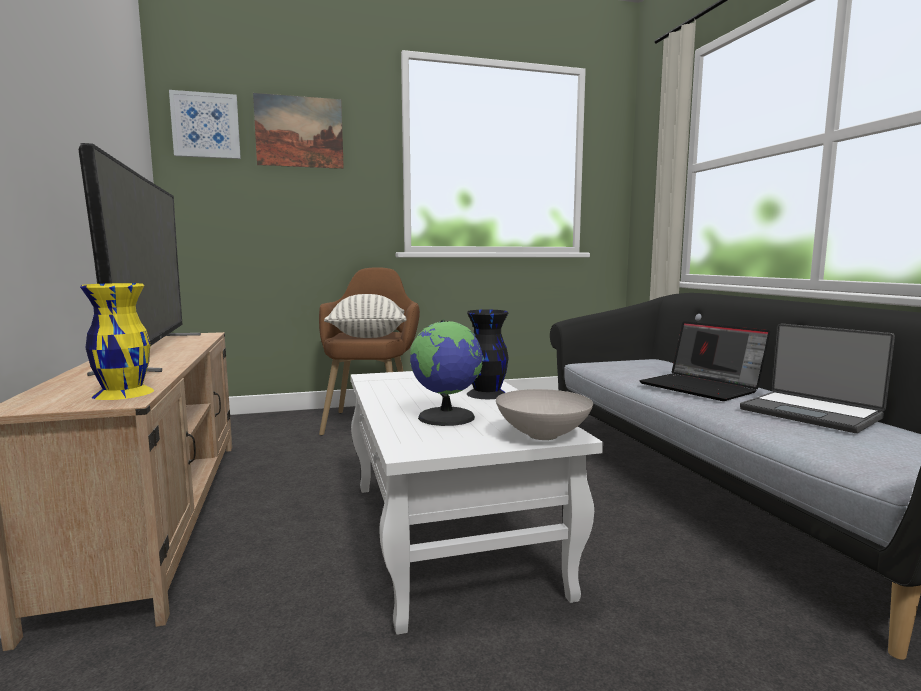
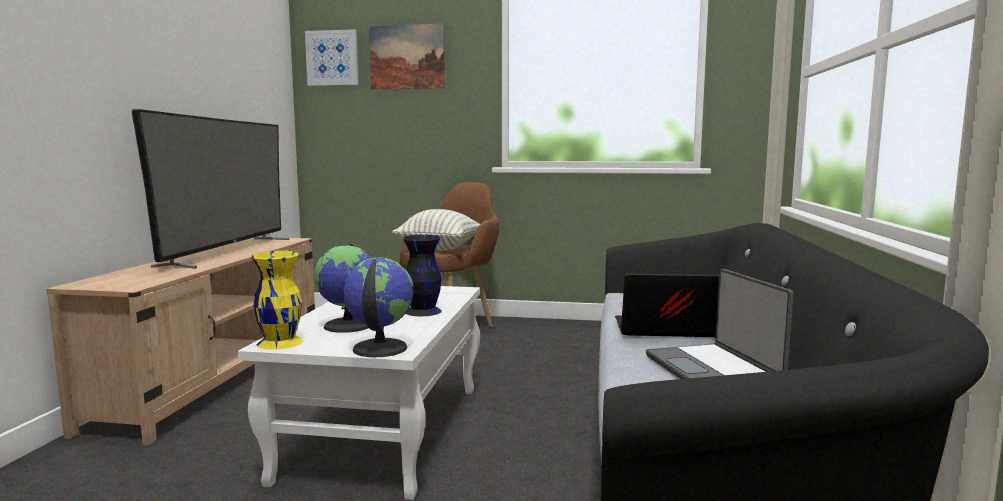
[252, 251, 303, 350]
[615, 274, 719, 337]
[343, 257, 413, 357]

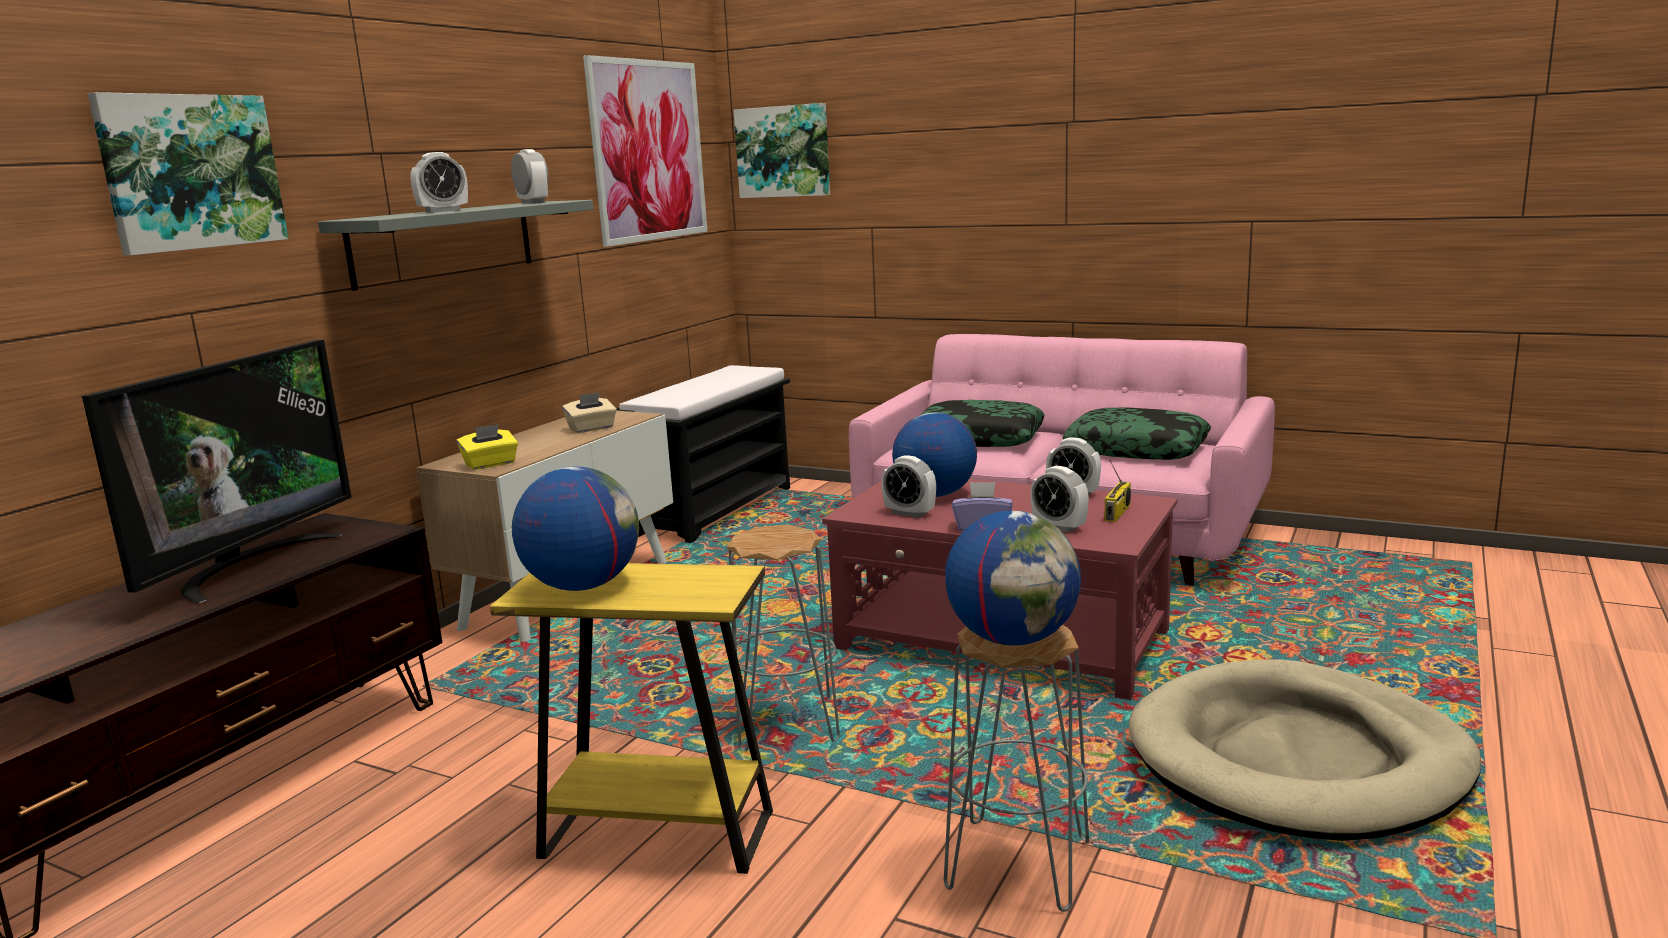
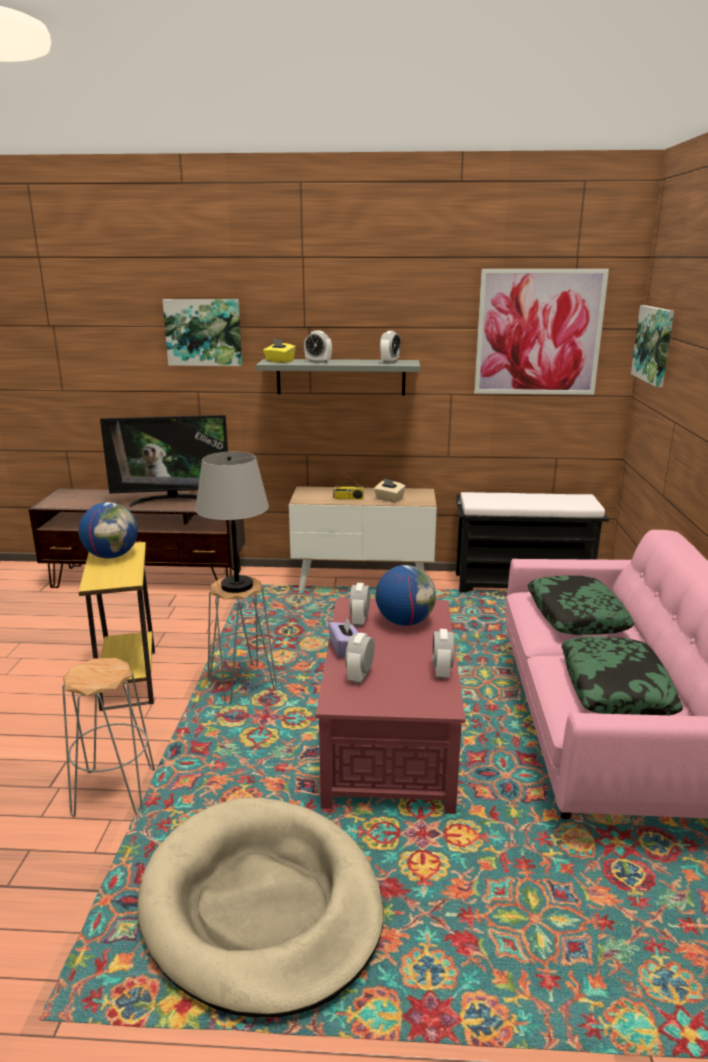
[263, 338, 296, 363]
[333, 472, 364, 500]
[945, 511, 1081, 646] (first image)
[195, 452, 269, 593]

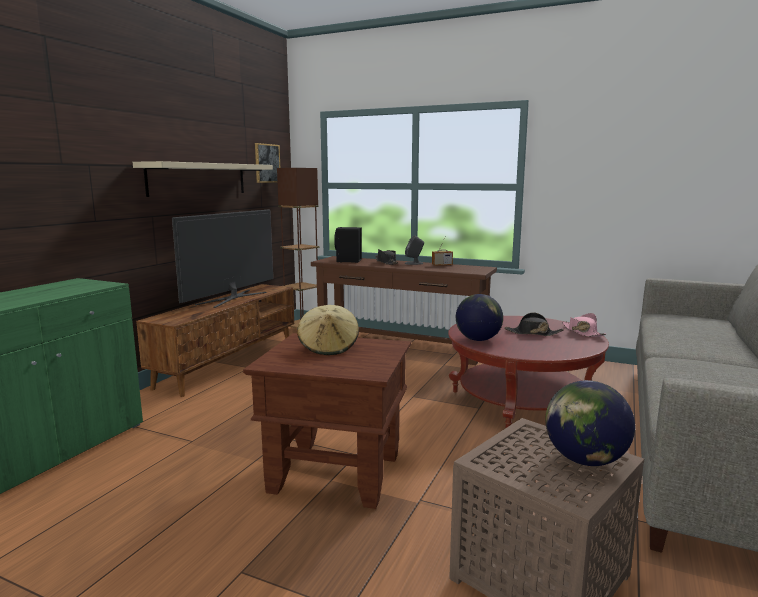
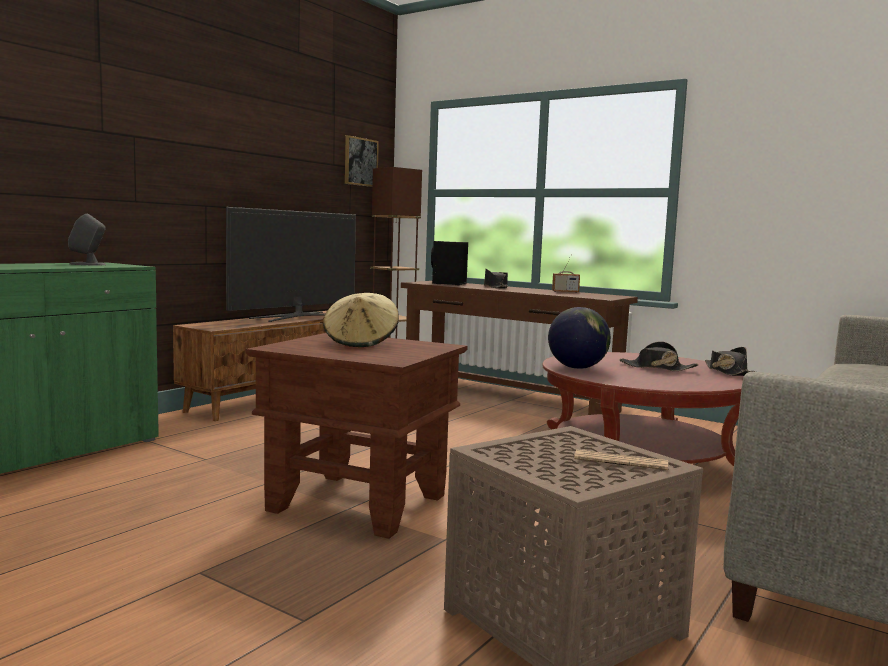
[133, 161, 273, 197] (first image)
[68, 214, 106, 266]
[705, 347, 756, 376]
[574, 450, 668, 470]

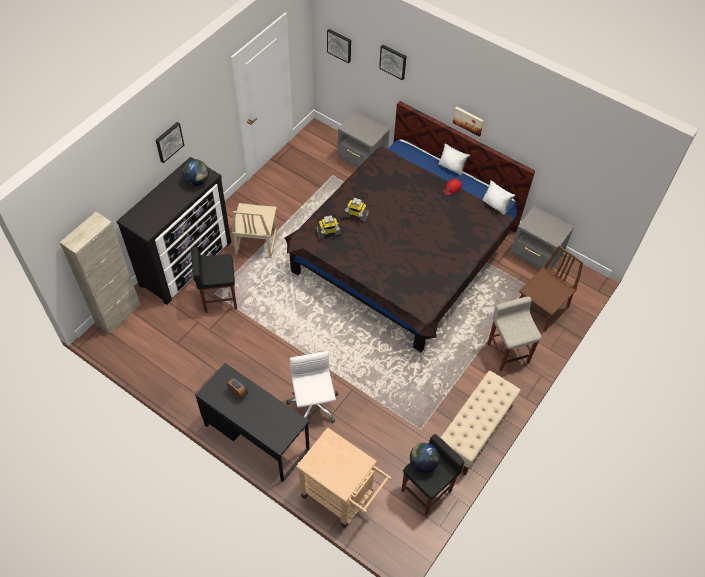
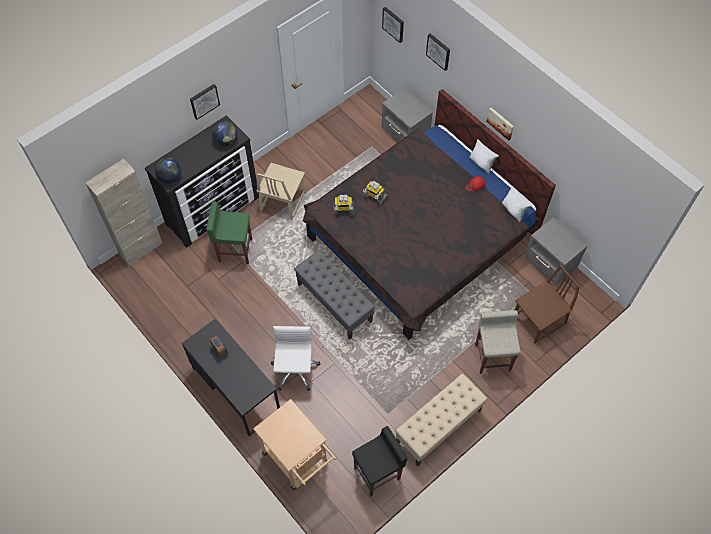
[206, 202, 252, 264]
[155, 158, 181, 184]
[294, 250, 375, 340]

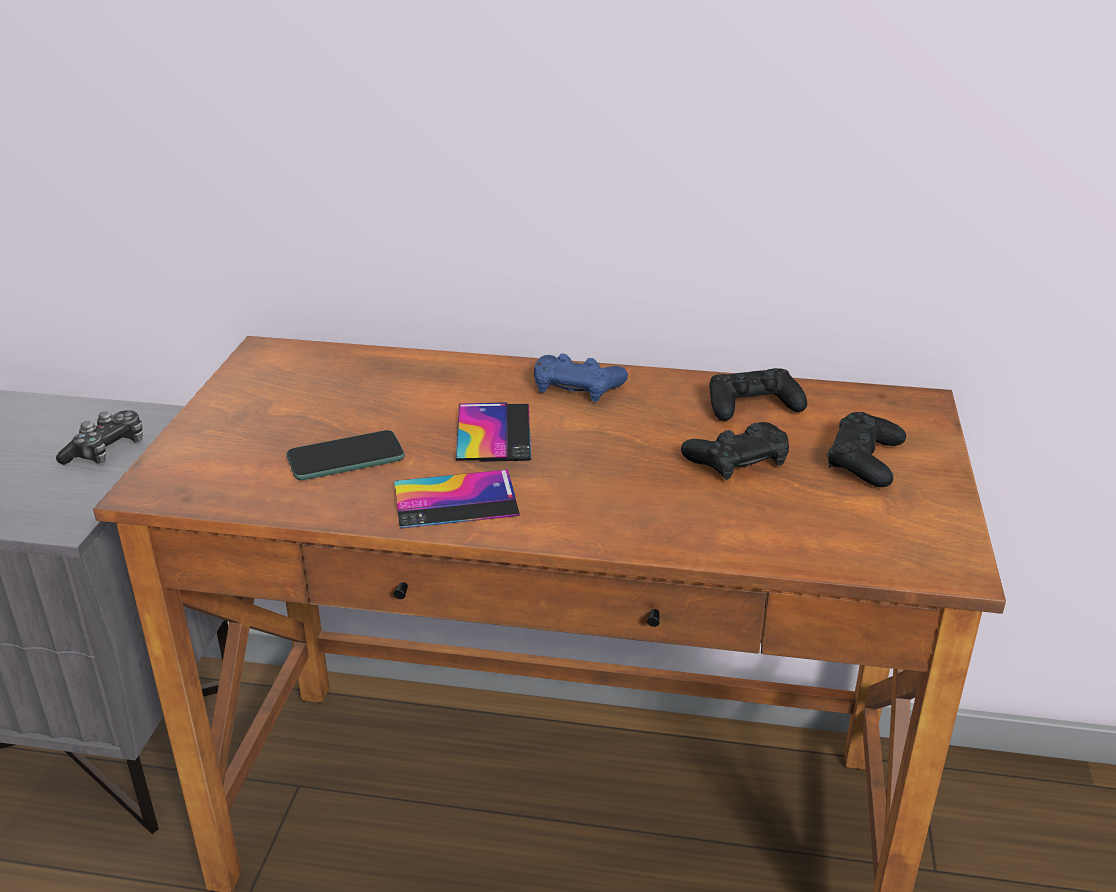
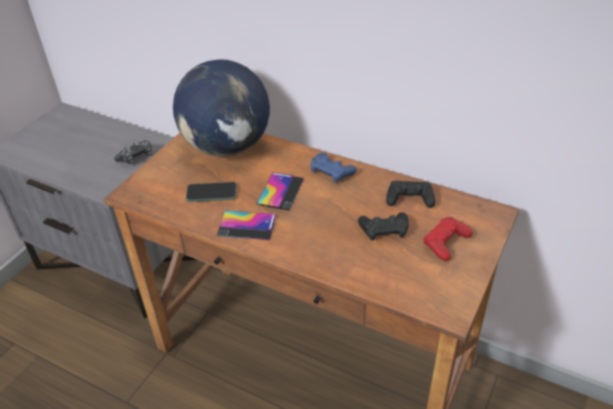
[424, 217, 473, 261]
[173, 59, 270, 157]

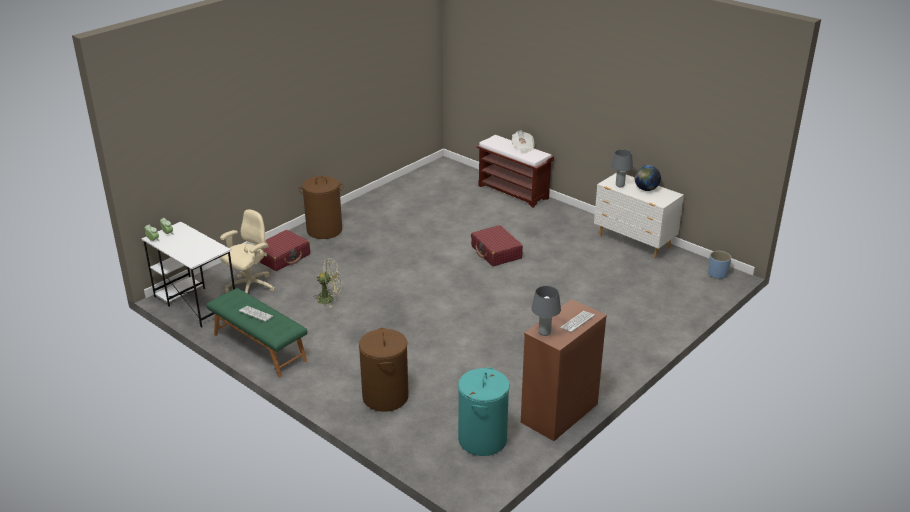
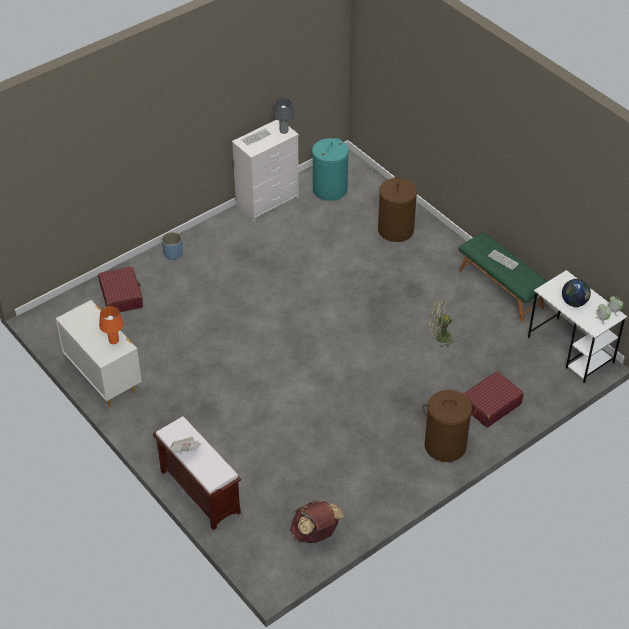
[99, 306, 124, 344]
[562, 279, 591, 307]
[220, 210, 275, 294] (first image)
[98, 266, 143, 312]
[162, 232, 182, 260]
[232, 120, 299, 222]
[290, 500, 344, 543]

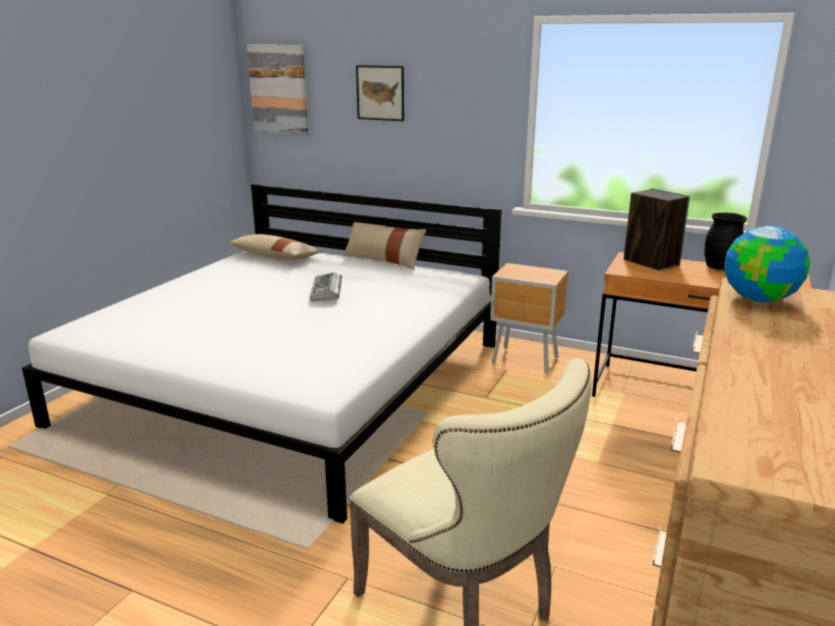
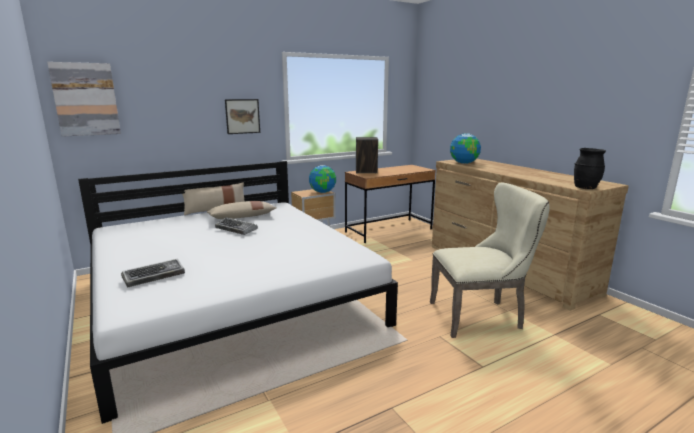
[225, 99, 260, 134]
[574, 148, 606, 189]
[207, 201, 277, 219]
[309, 165, 336, 193]
[121, 259, 185, 287]

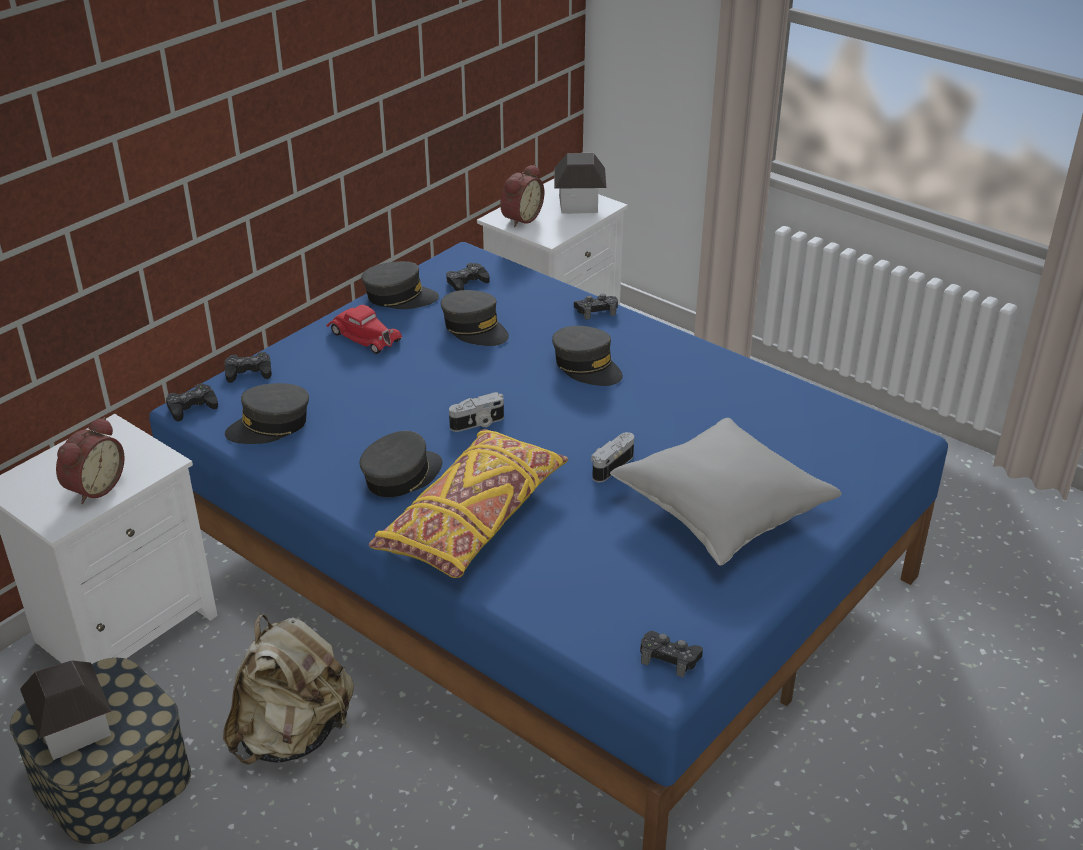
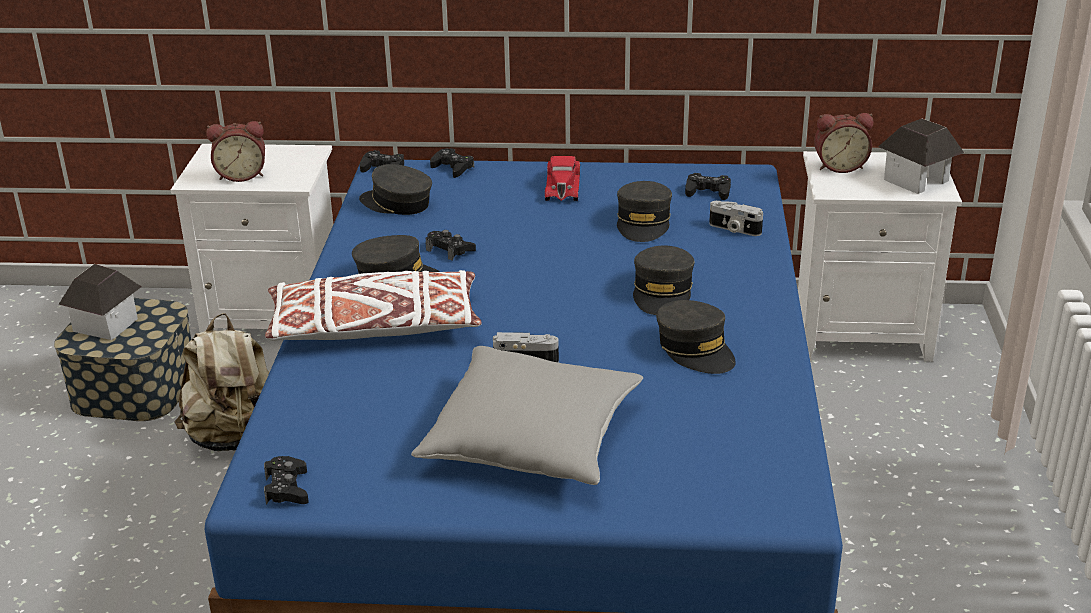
[656, 300, 736, 374]
[426, 230, 476, 261]
[709, 201, 763, 236]
[265, 270, 482, 341]

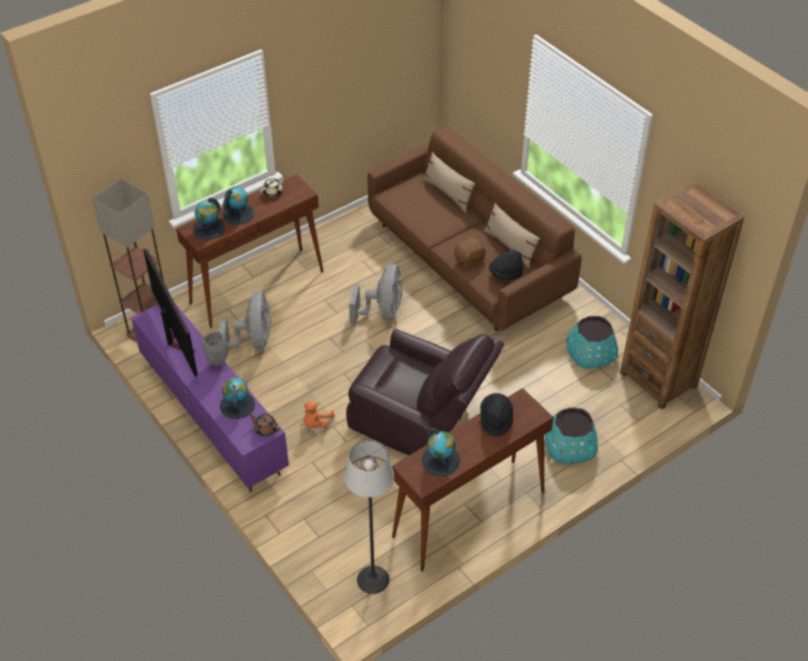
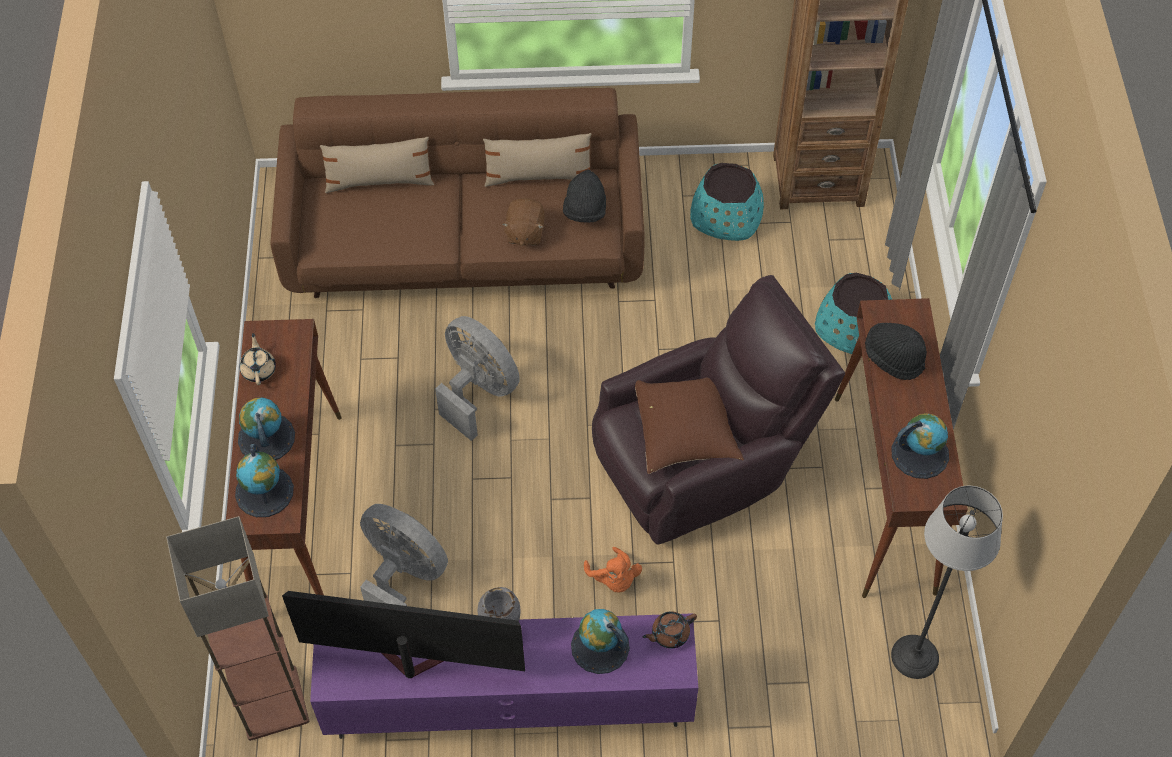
[635, 378, 744, 474]

